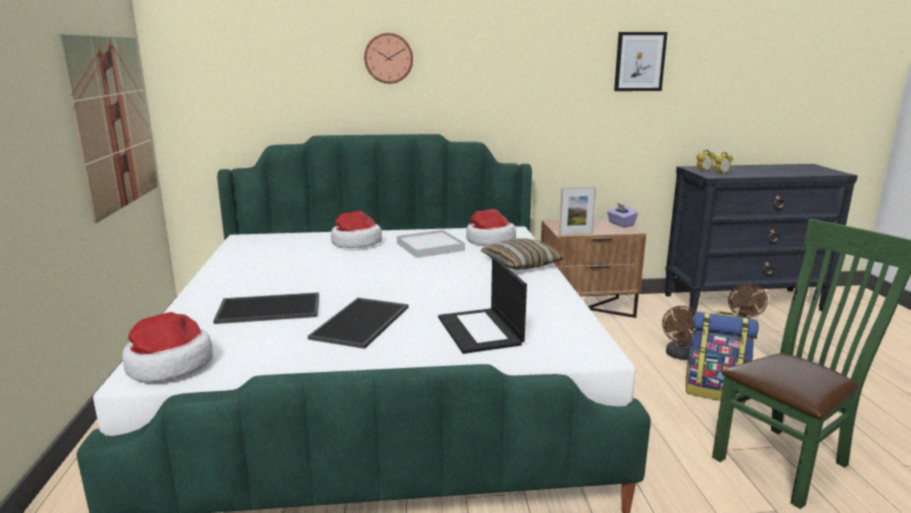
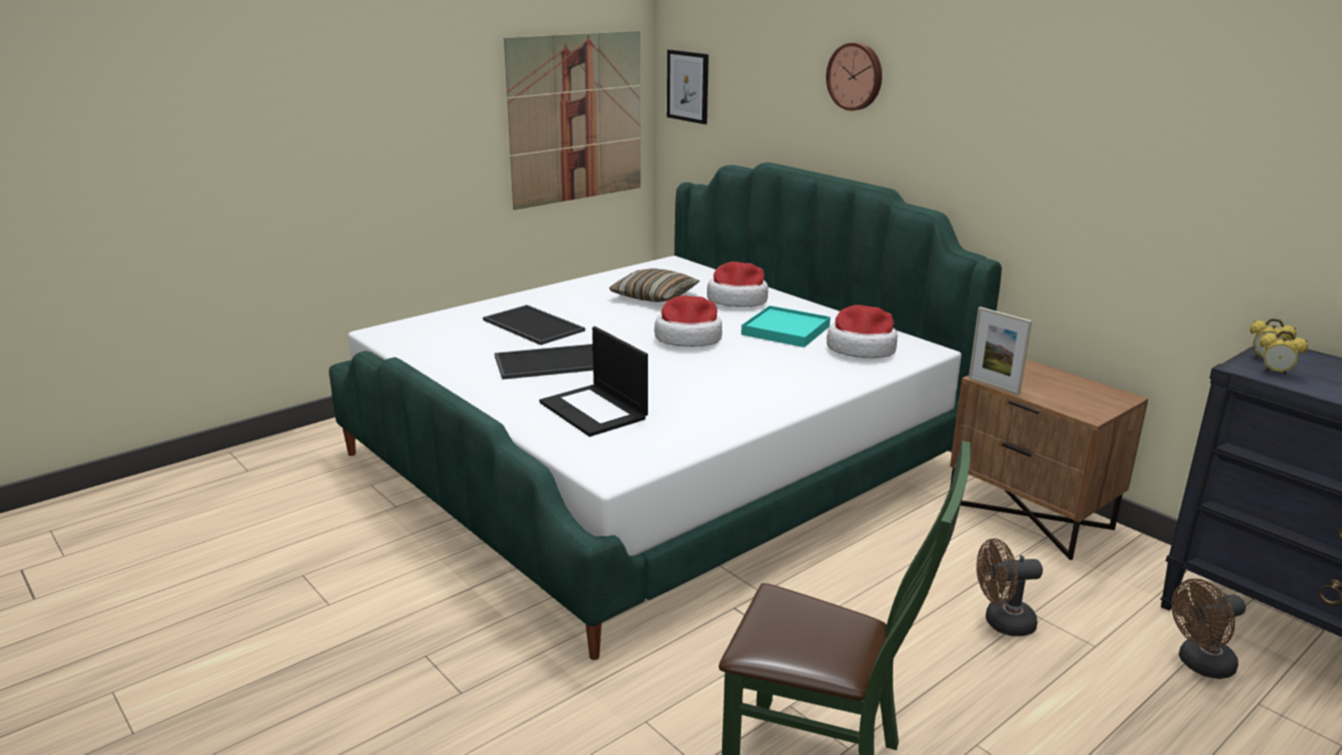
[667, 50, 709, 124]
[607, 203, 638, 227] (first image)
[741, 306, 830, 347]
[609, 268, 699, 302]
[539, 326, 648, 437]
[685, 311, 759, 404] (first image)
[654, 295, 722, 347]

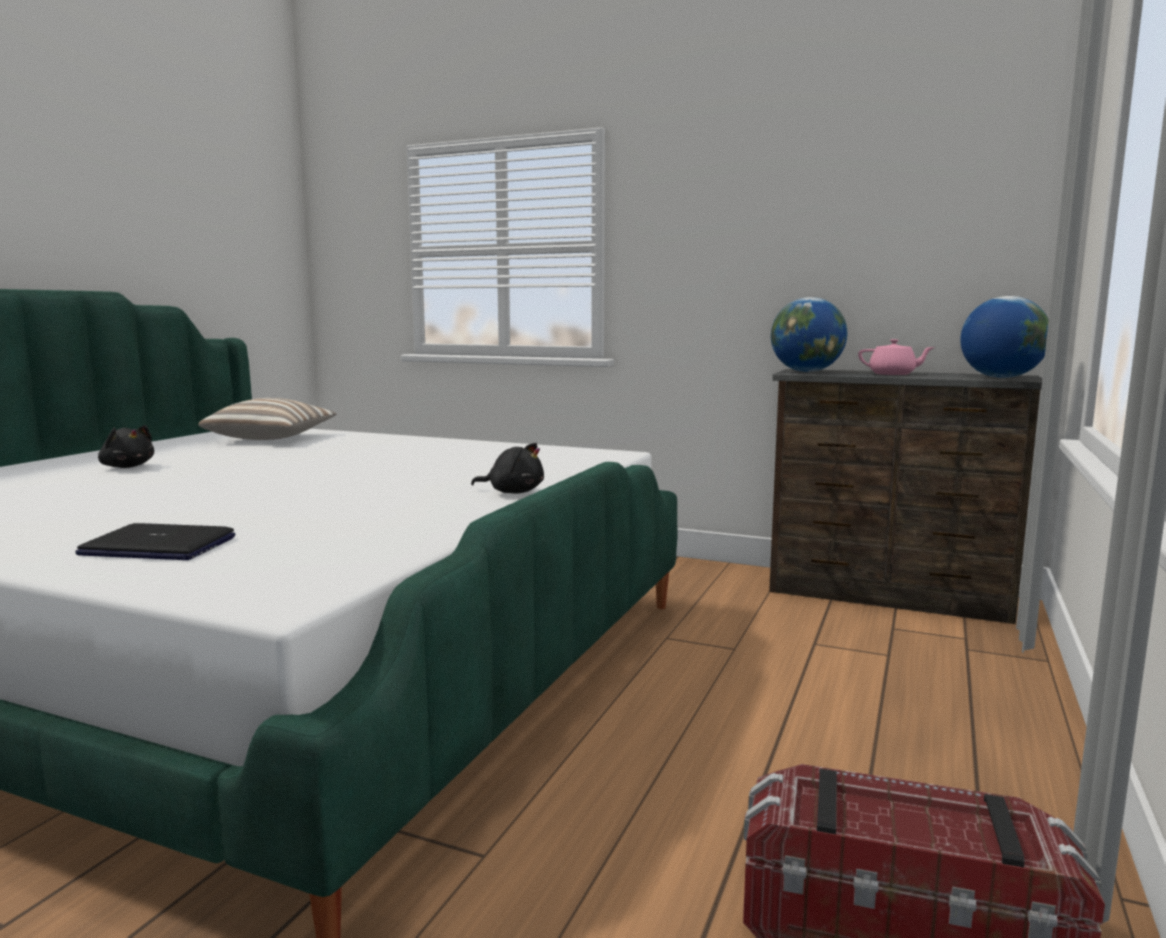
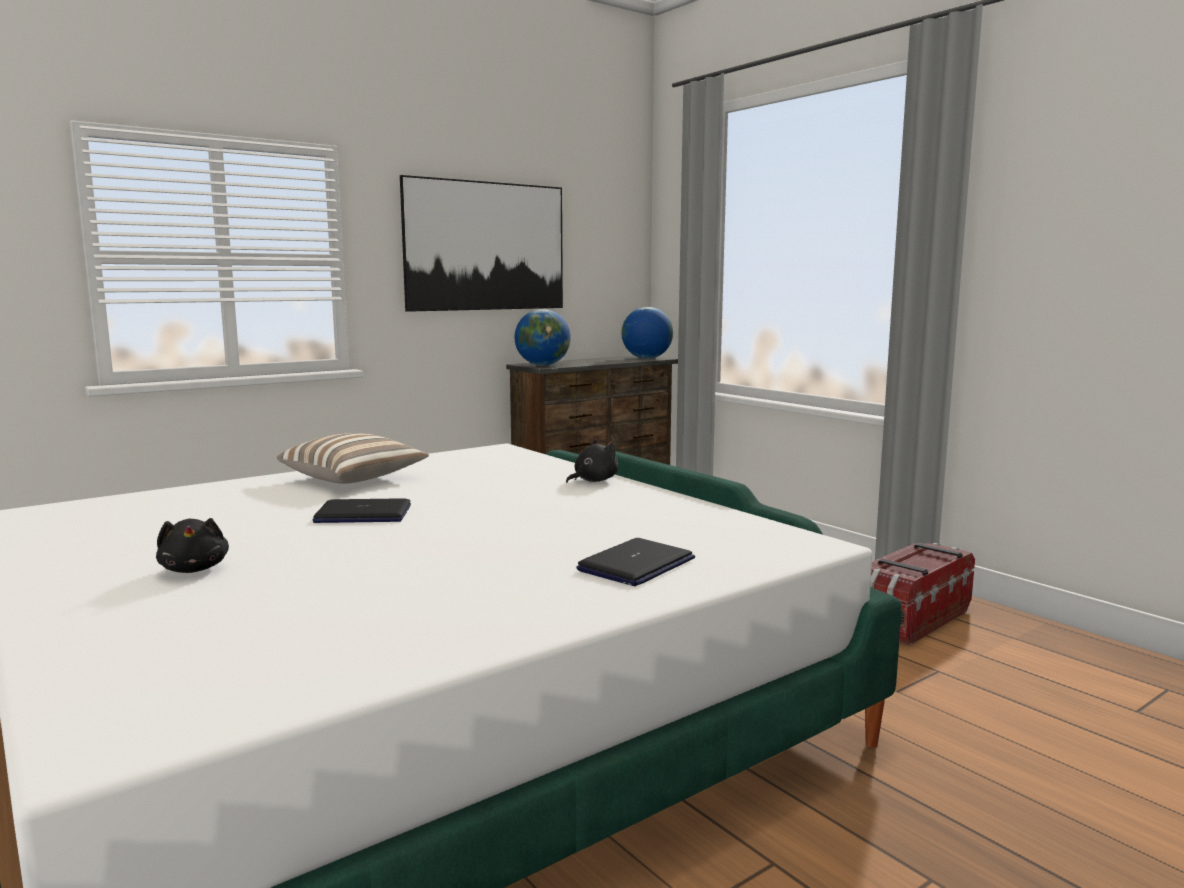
[858, 339, 935, 375] (first image)
[277, 433, 429, 484]
[156, 518, 229, 573]
[400, 175, 563, 312]
[312, 498, 411, 523]

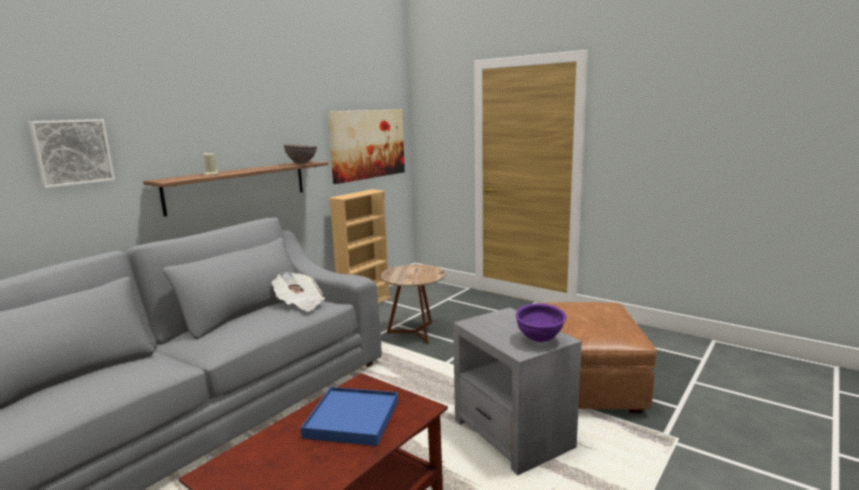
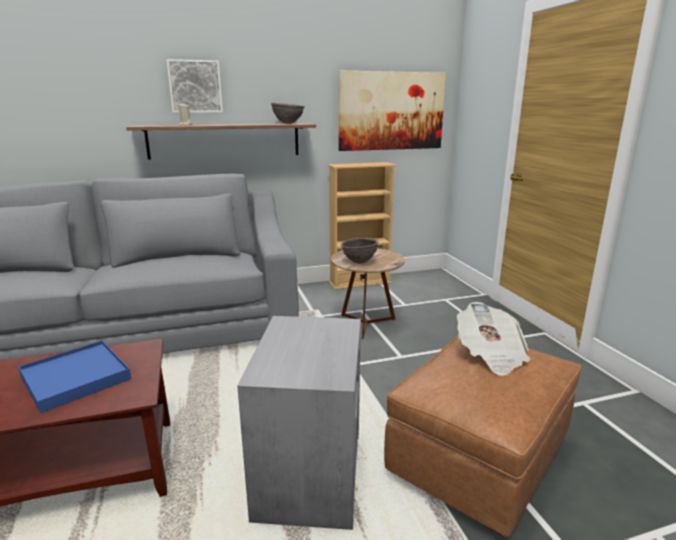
[167, 59, 223, 113]
[457, 302, 531, 376]
[516, 303, 566, 342] (first image)
[341, 238, 379, 264]

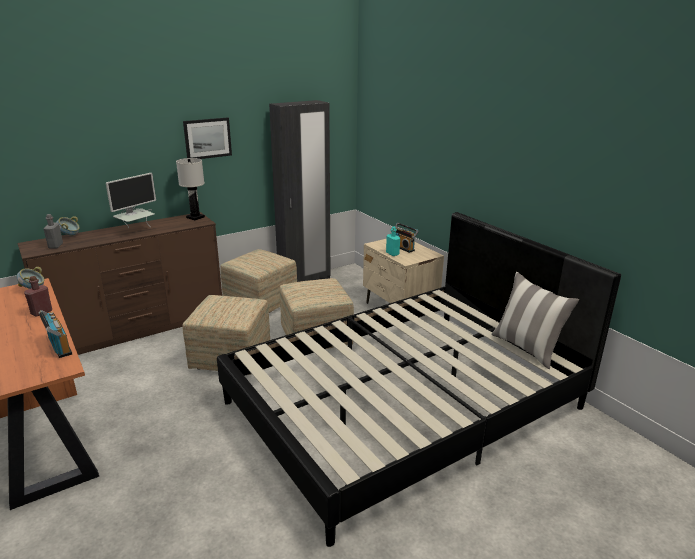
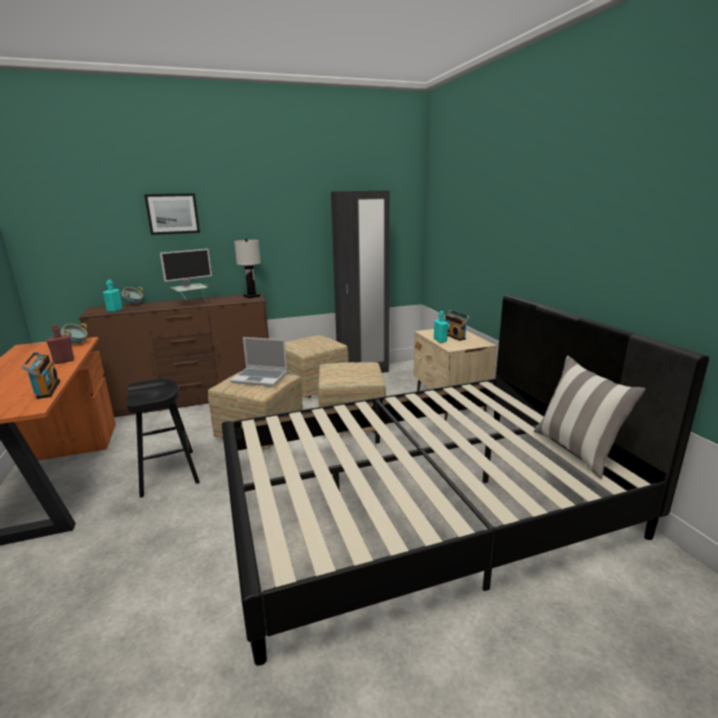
[144, 193, 200, 235]
[103, 280, 123, 312]
[230, 337, 288, 387]
[127, 379, 200, 498]

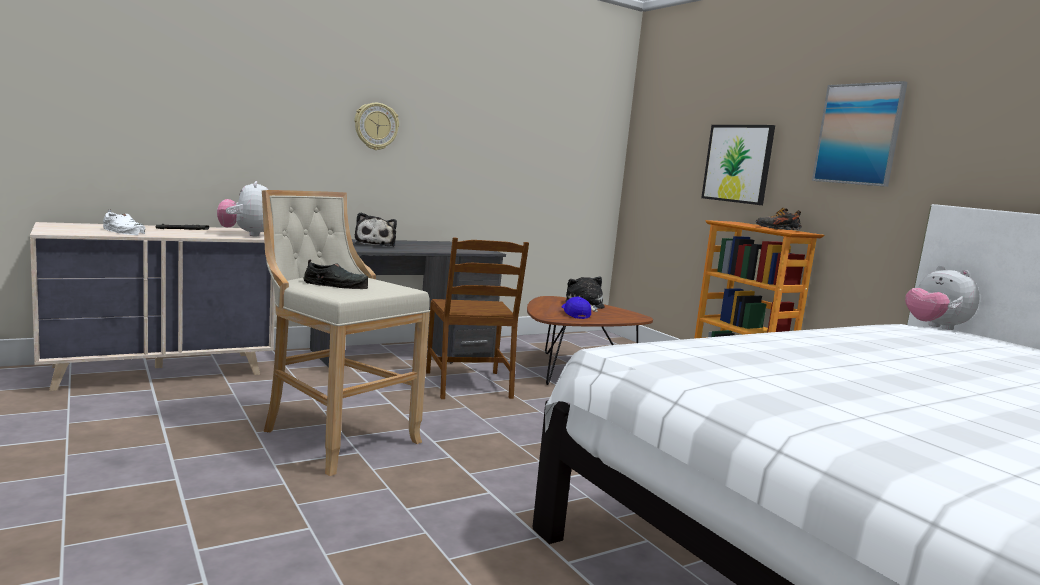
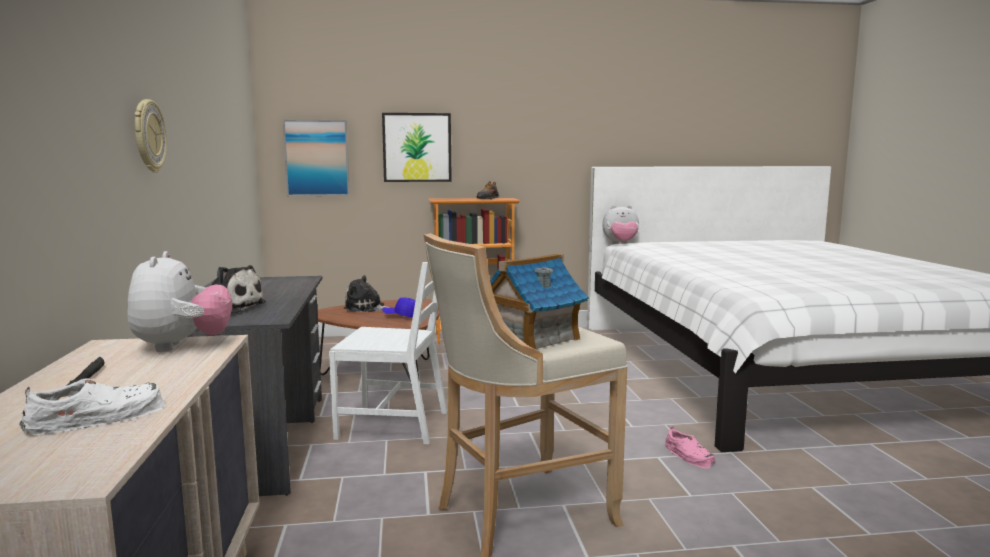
[283, 120, 350, 196]
[127, 251, 232, 352]
[329, 262, 447, 444]
[490, 253, 589, 350]
[665, 426, 715, 469]

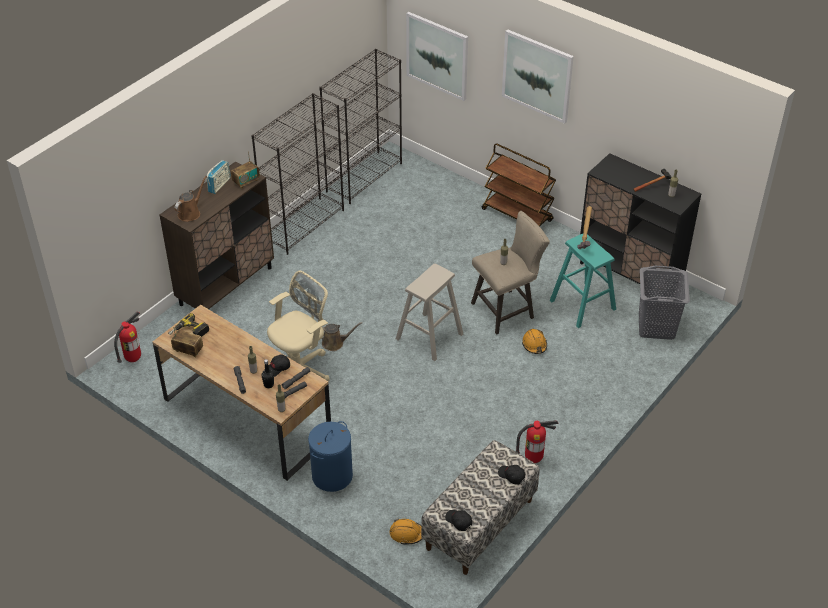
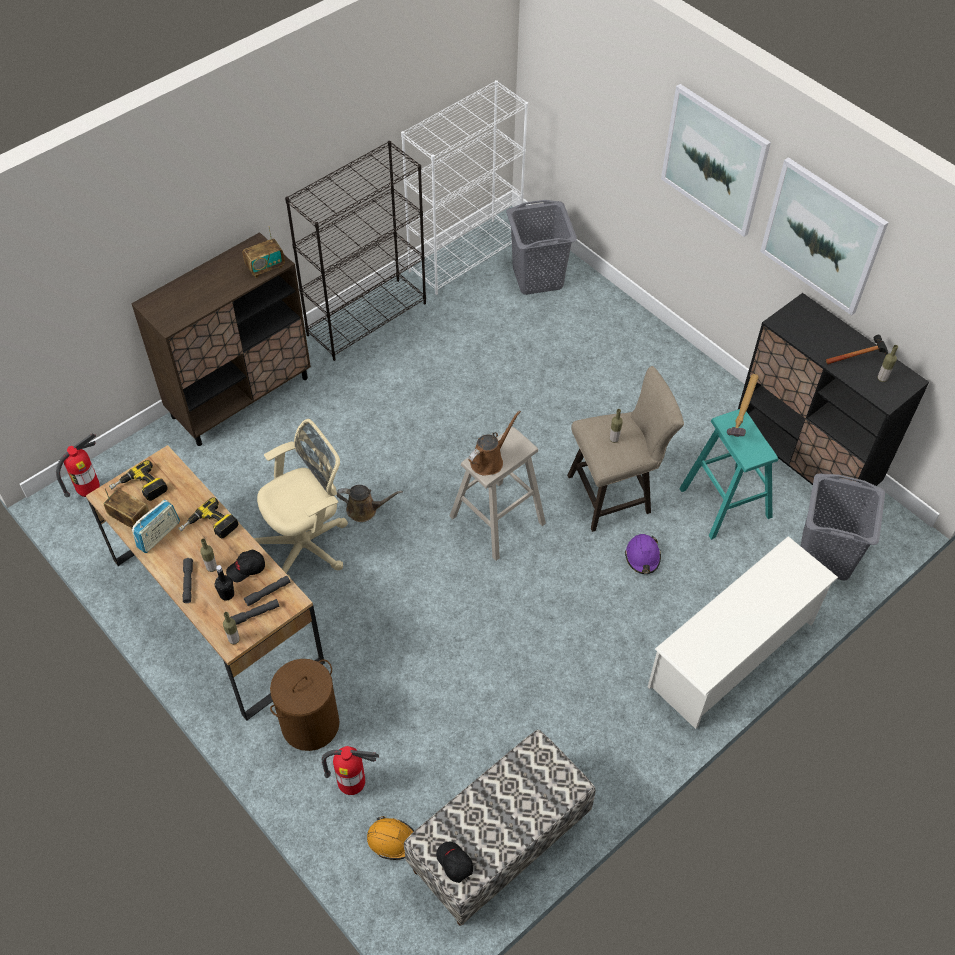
[760, 157, 889, 315]
[401, 80, 528, 295]
[482, 143, 556, 227] (first image)
[132, 500, 180, 553]
[468, 411, 521, 476]
[625, 534, 661, 574]
[322, 746, 379, 795]
[270, 659, 339, 751]
[498, 465, 525, 485] (first image)
[506, 200, 577, 295]
[178, 497, 238, 538]
[648, 536, 838, 729]

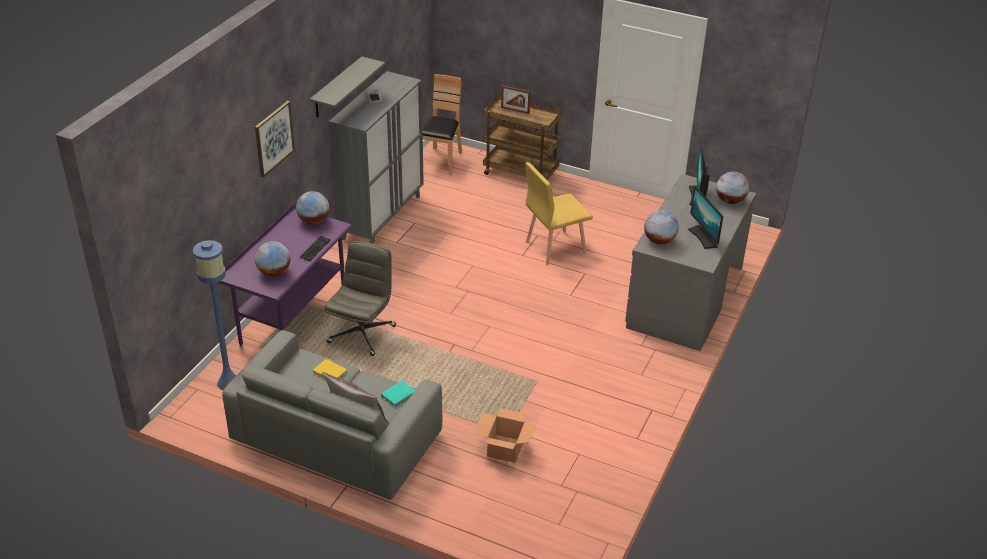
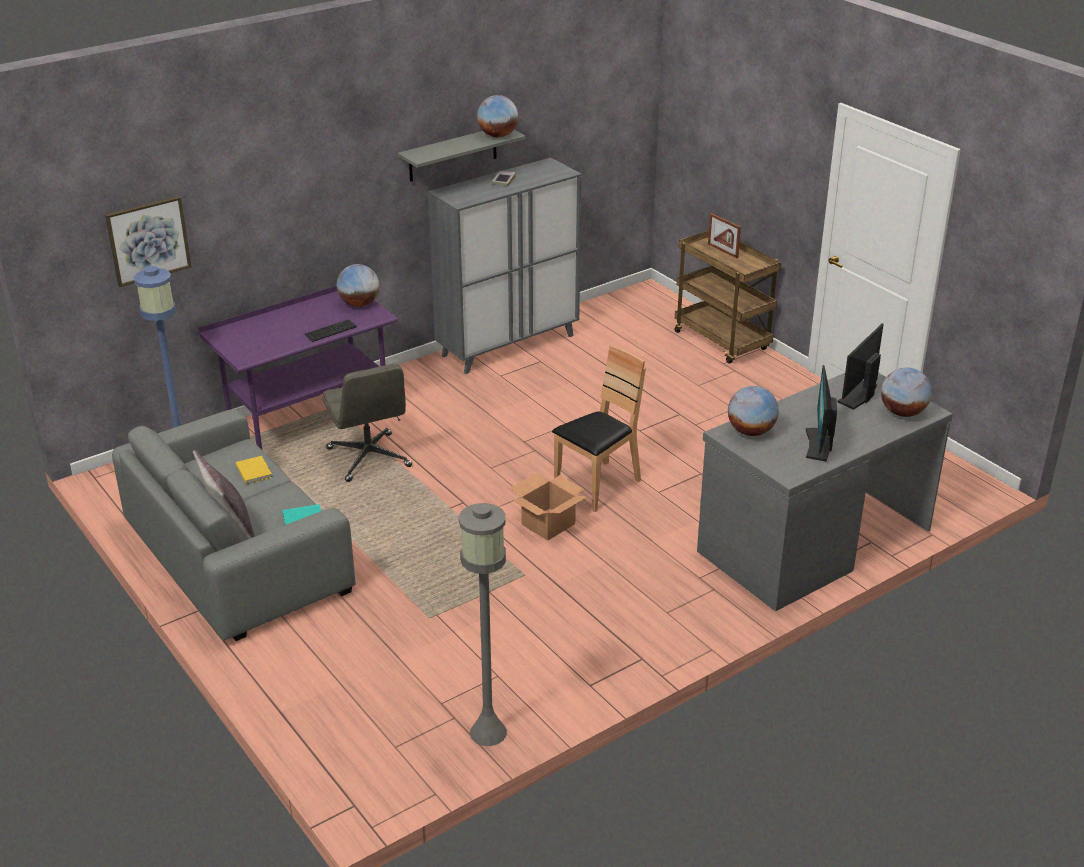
[552, 345, 646, 512]
[105, 196, 191, 287]
[525, 162, 593, 265] (first image)
[322, 363, 412, 482]
[477, 95, 518, 137]
[509, 473, 588, 540]
[458, 503, 507, 746]

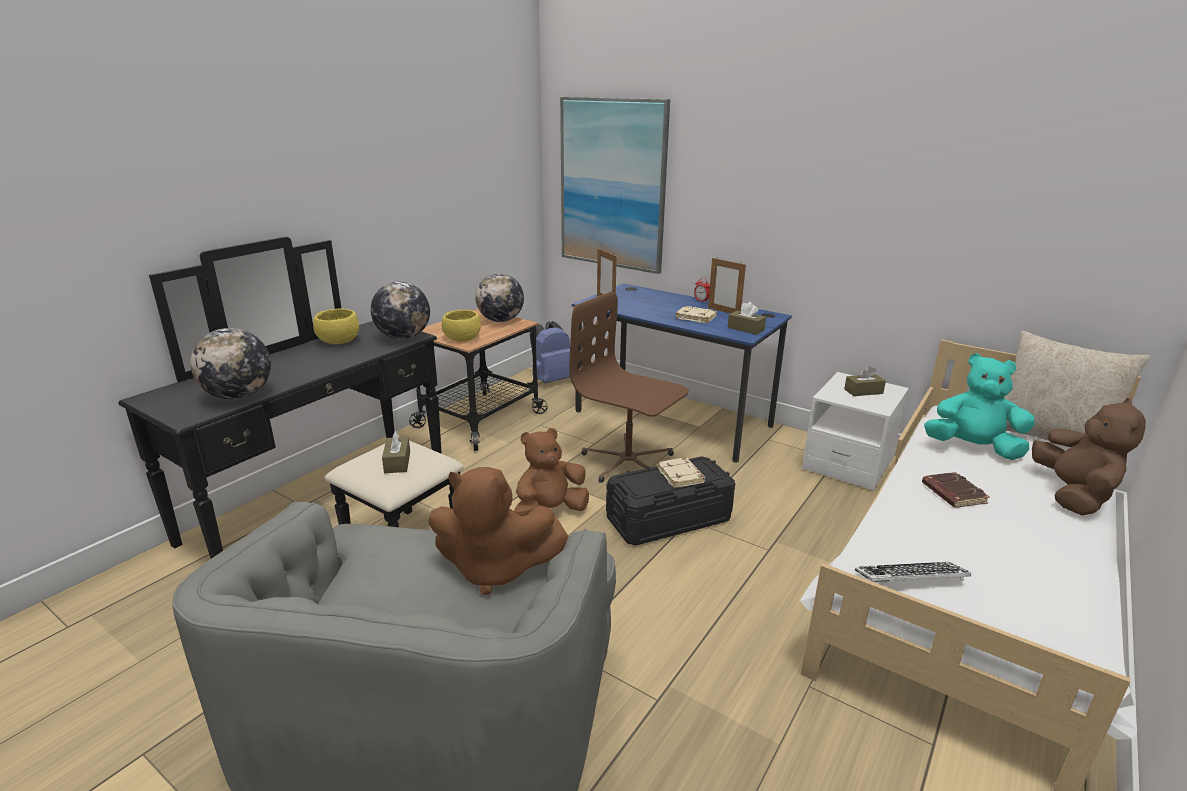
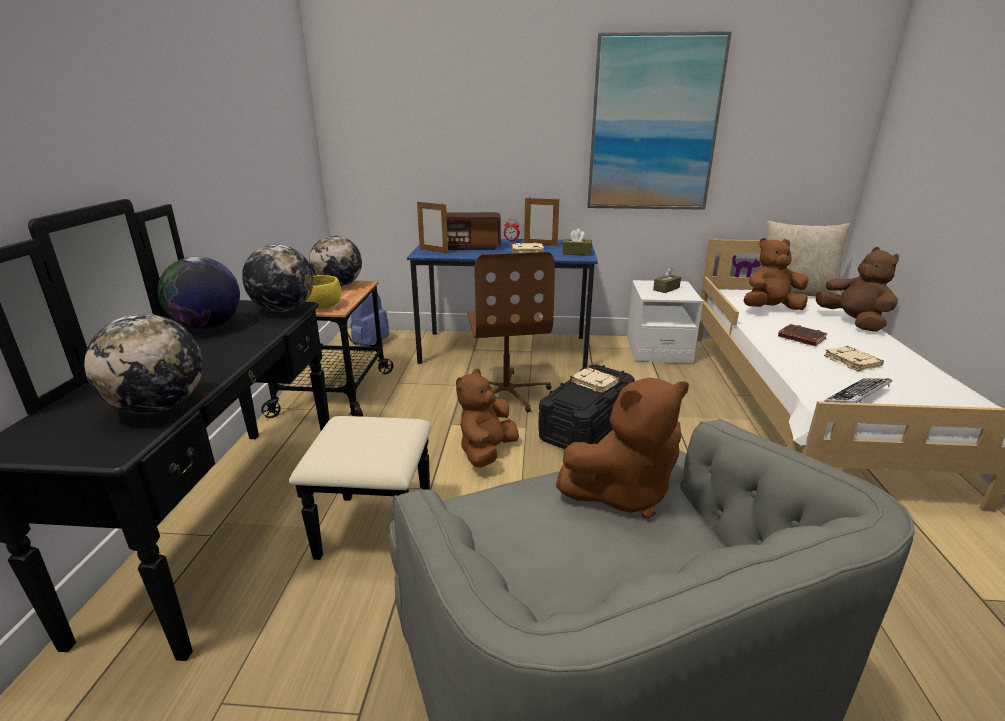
[587, 31, 732, 210]
[467, 252, 555, 412]
[157, 256, 240, 330]
[744, 238, 809, 310]
[382, 430, 410, 473] (first image)
[446, 212, 501, 250]
[824, 346, 884, 371]

